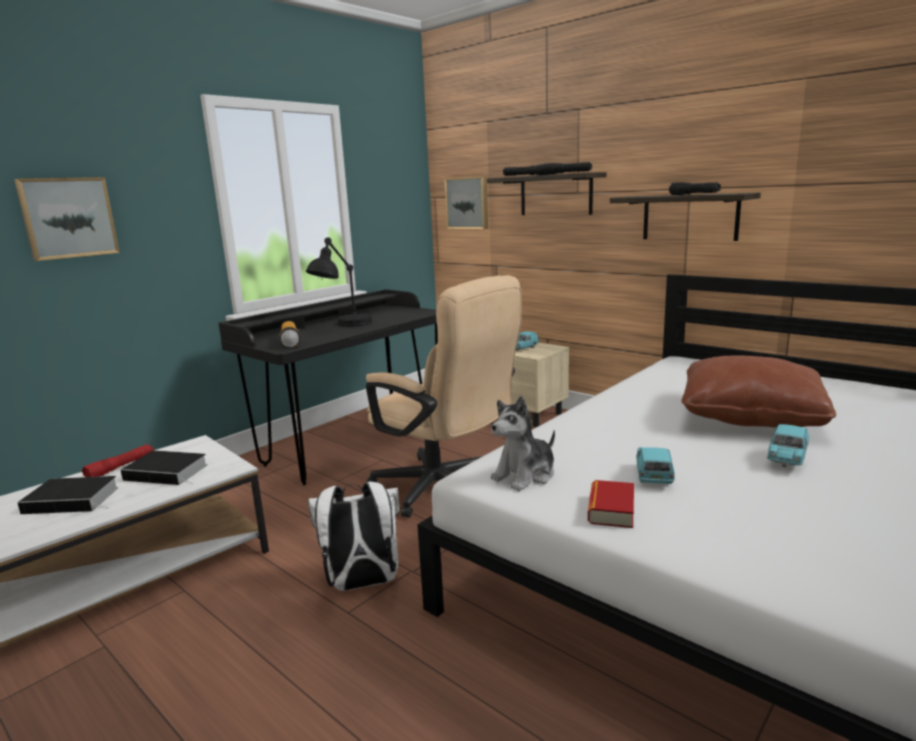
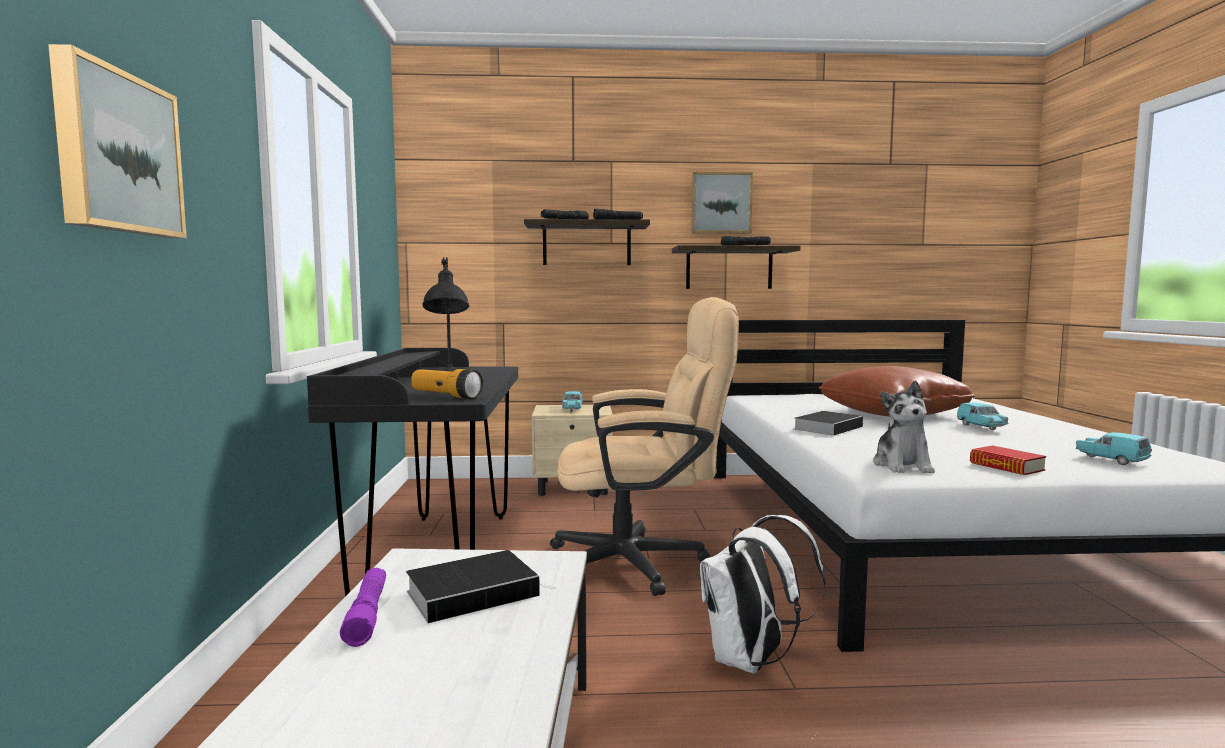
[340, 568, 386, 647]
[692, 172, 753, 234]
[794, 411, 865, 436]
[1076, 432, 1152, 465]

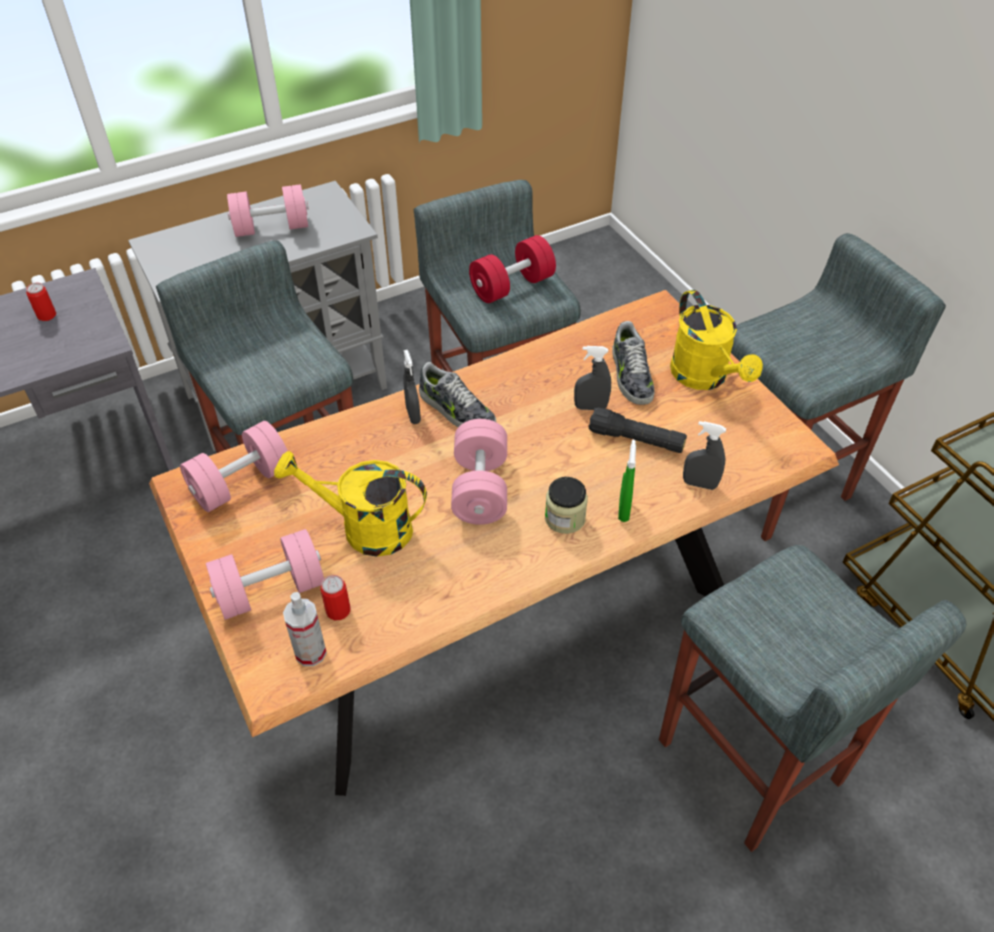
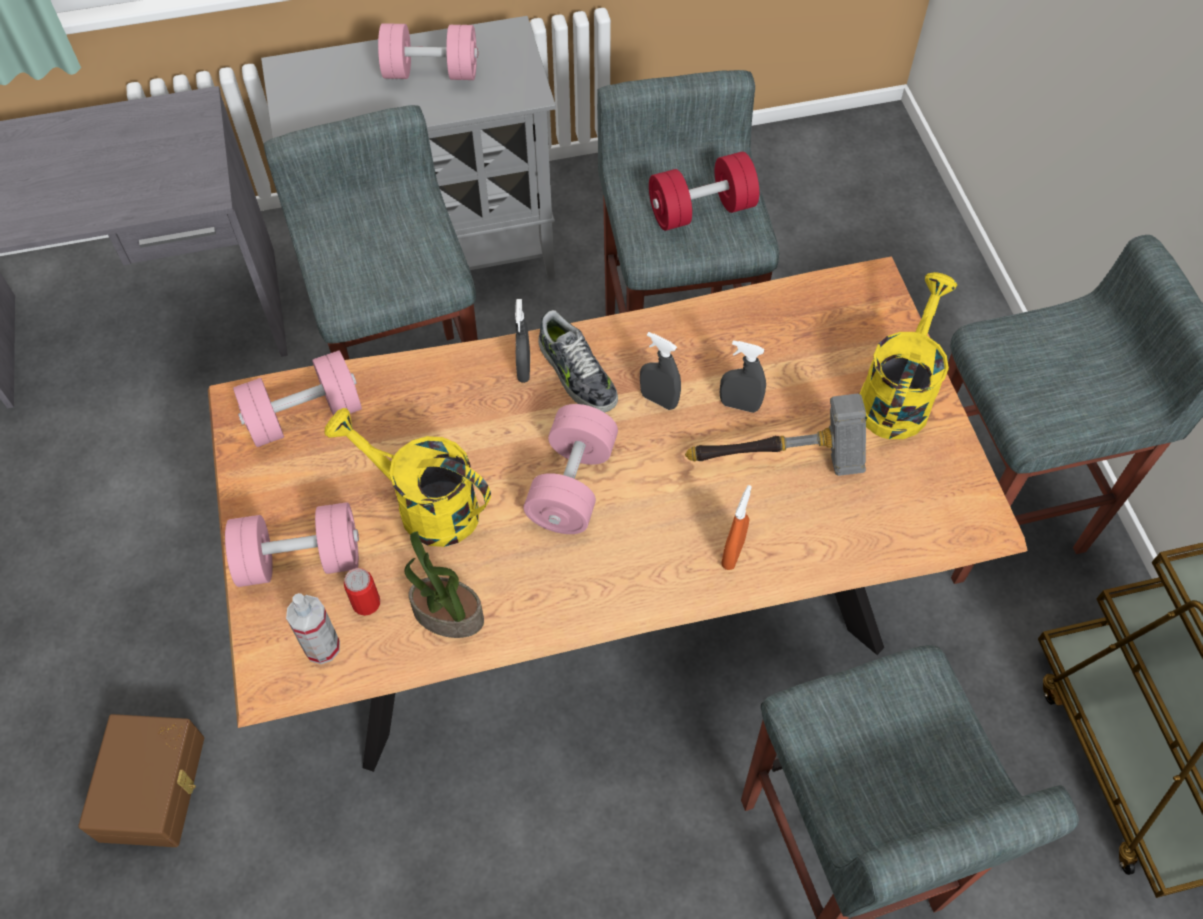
[78, 714, 204, 847]
[404, 531, 484, 638]
[640, 332, 681, 410]
[685, 393, 866, 476]
[721, 485, 752, 570]
[860, 272, 957, 439]
[26, 283, 56, 321] (first image)
[545, 477, 588, 534] (first image)
[612, 321, 654, 405] (first image)

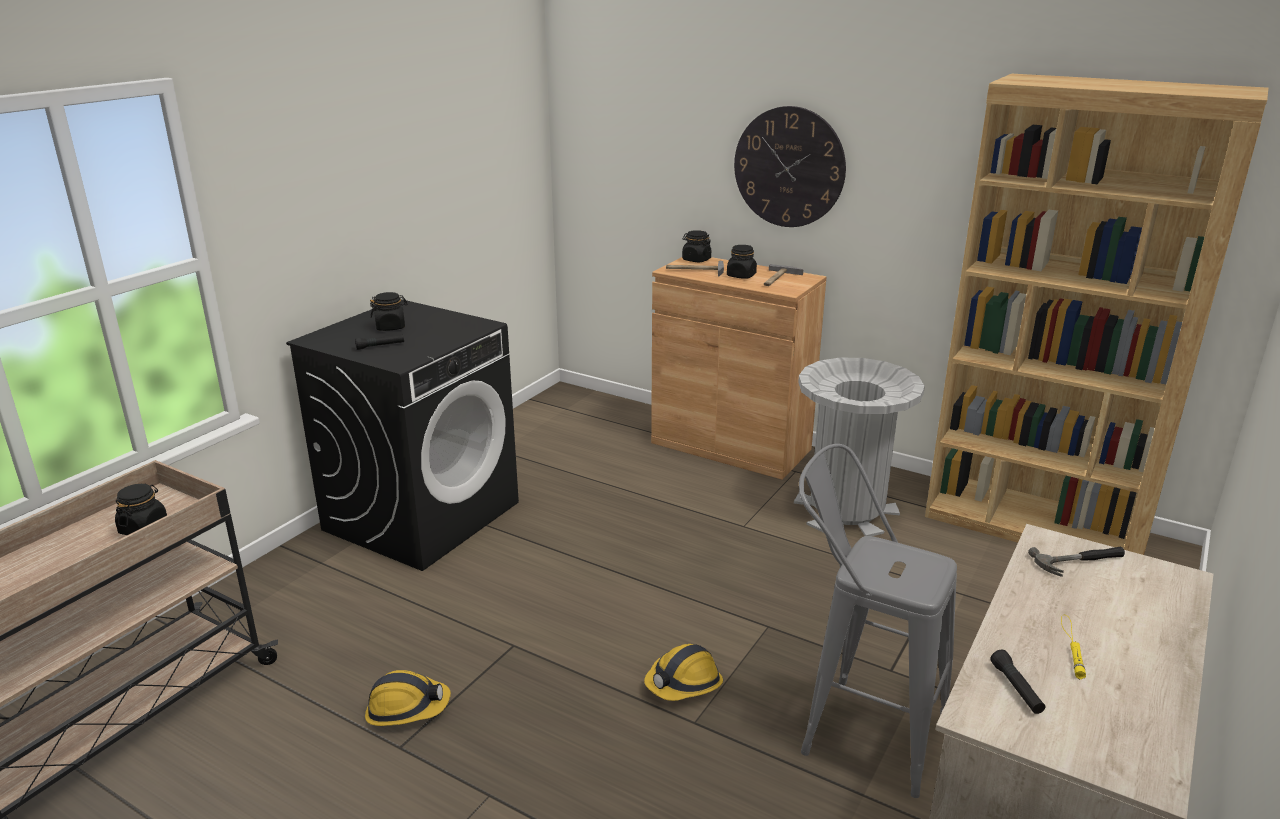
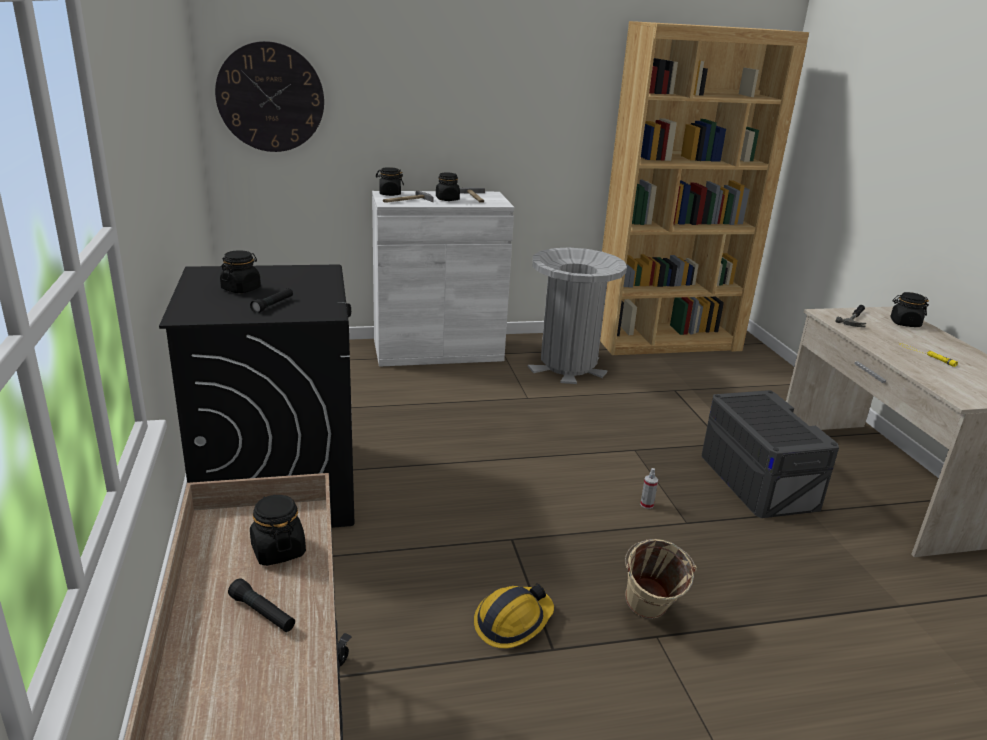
[215, 41, 324, 152]
[228, 578, 295, 632]
[372, 191, 514, 367]
[625, 539, 697, 619]
[640, 468, 658, 509]
[701, 390, 839, 518]
[890, 292, 929, 327]

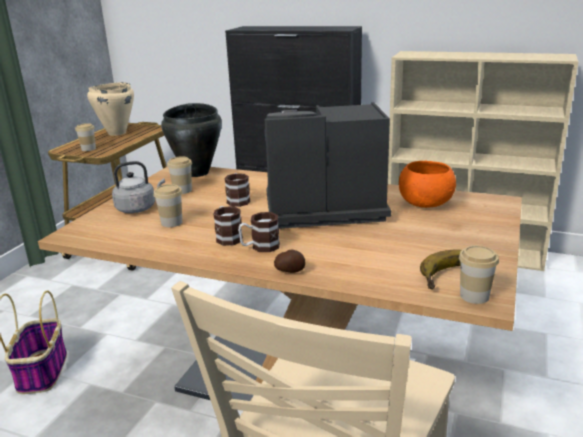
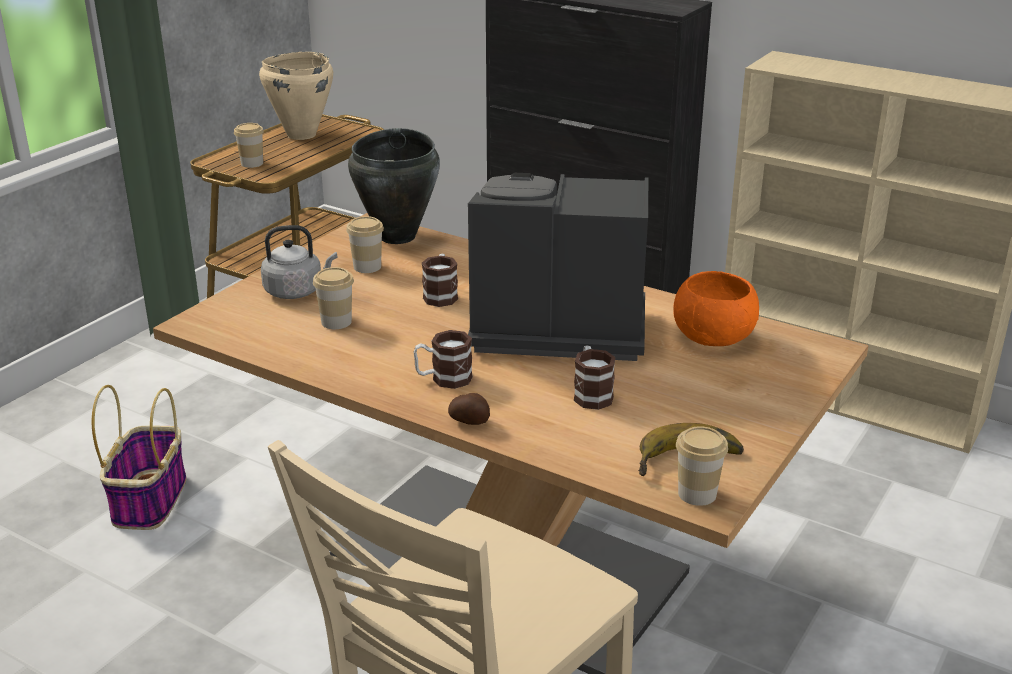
[574, 345, 616, 410]

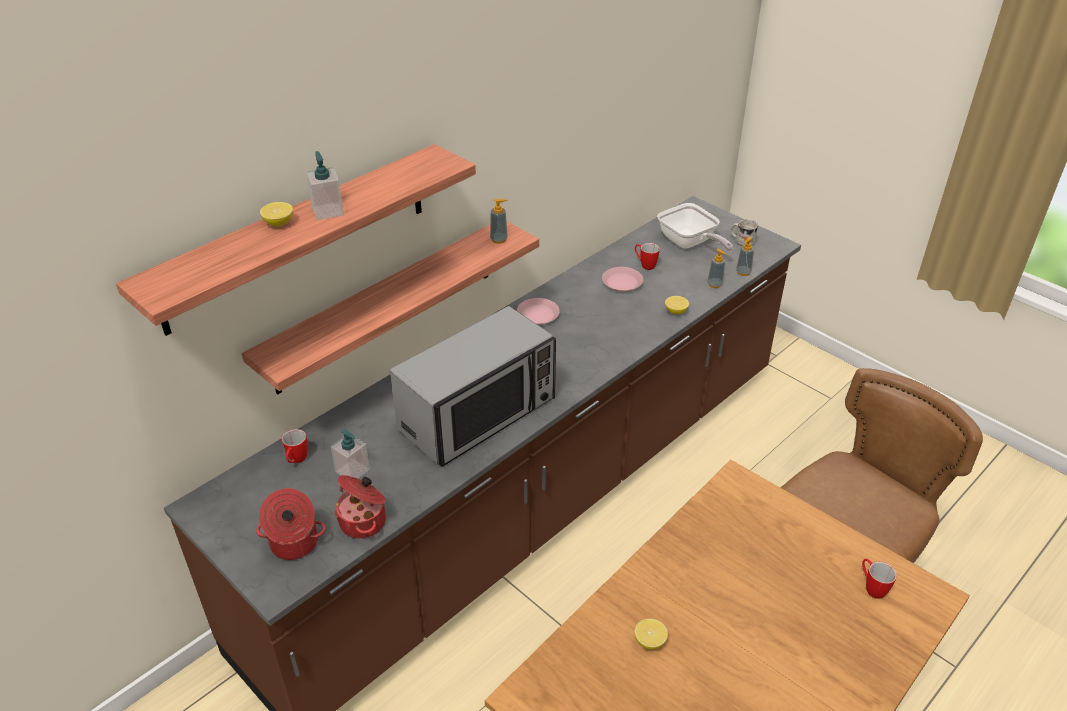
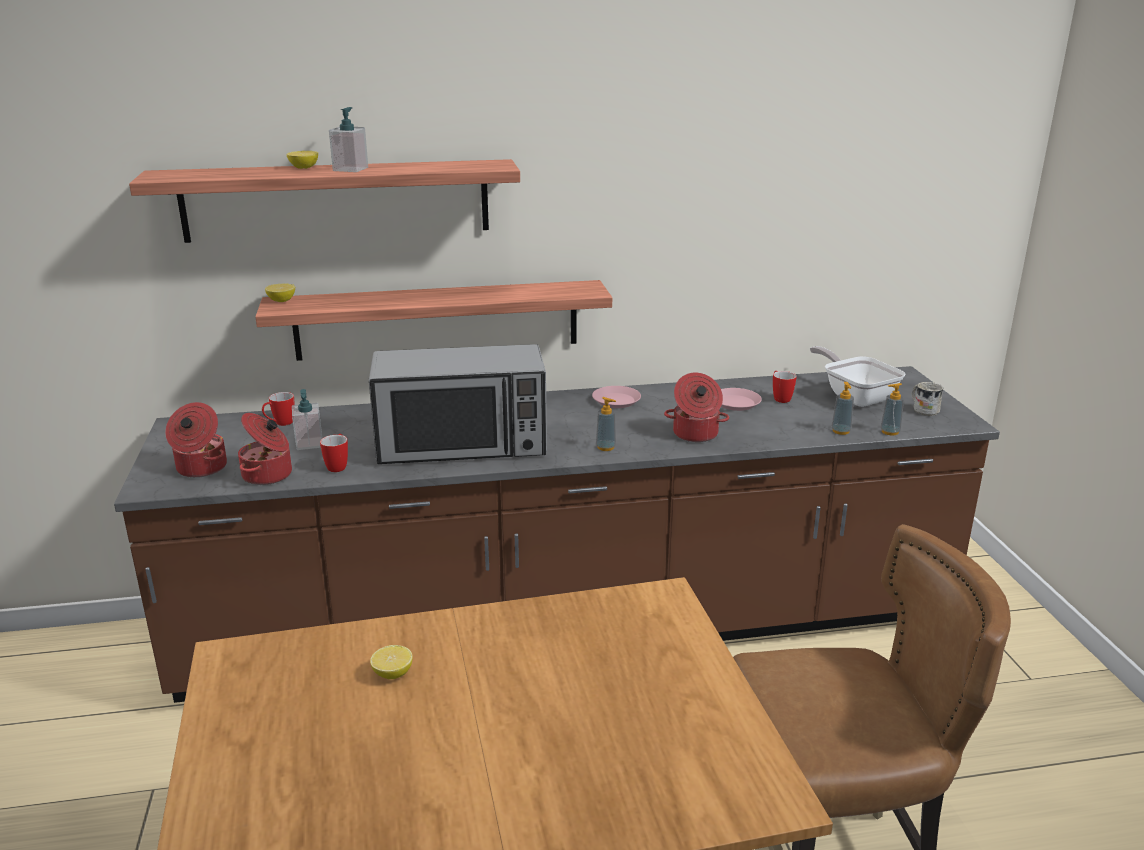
[265, 284, 295, 302]
[320, 434, 348, 472]
[596, 397, 616, 451]
[664, 373, 729, 442]
[810, 346, 906, 407]

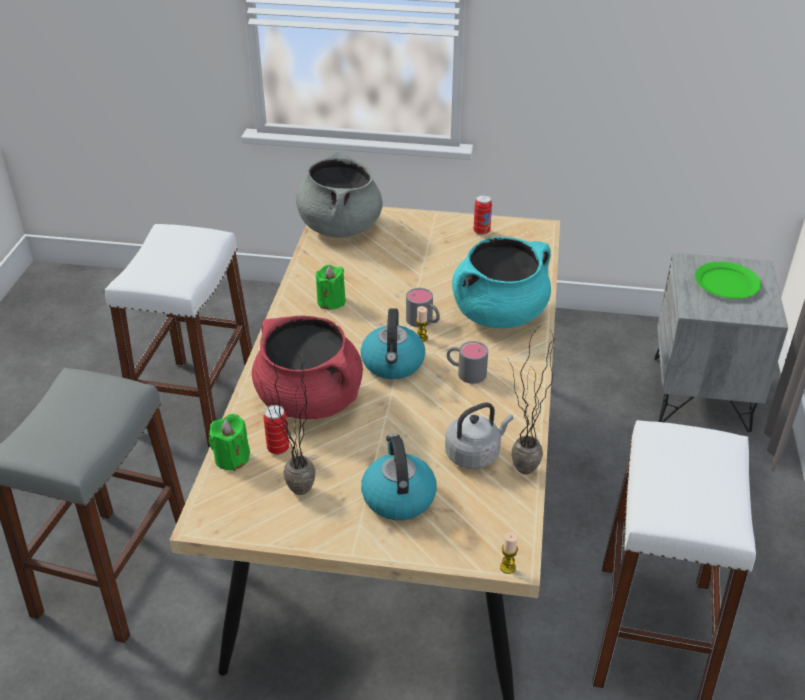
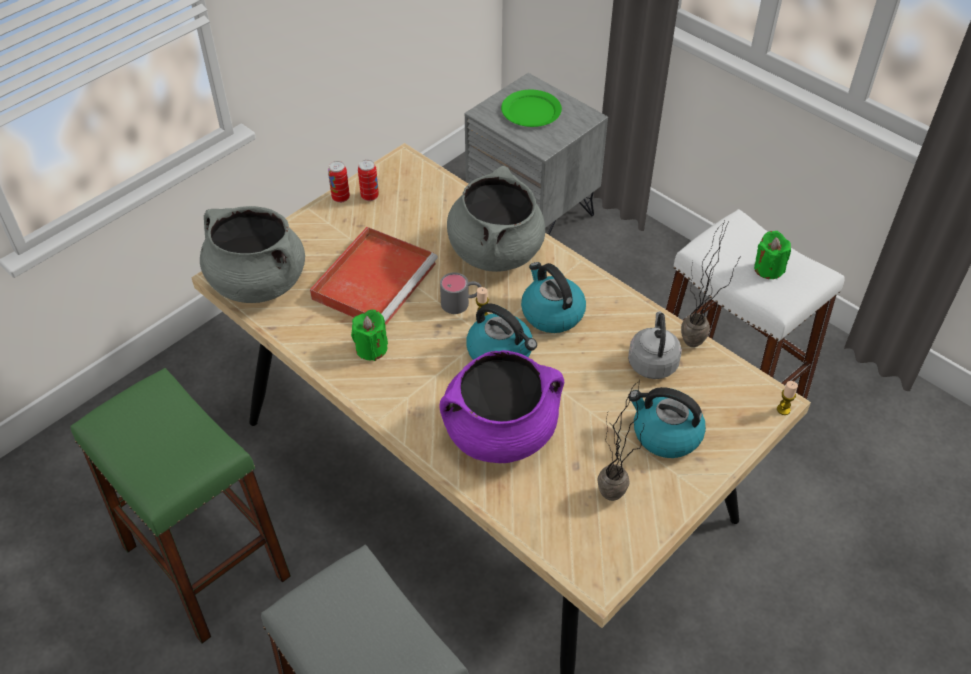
[70, 368, 291, 643]
[310, 227, 438, 326]
[328, 161, 350, 203]
[439, 350, 564, 463]
[447, 166, 545, 272]
[521, 262, 586, 333]
[754, 231, 791, 279]

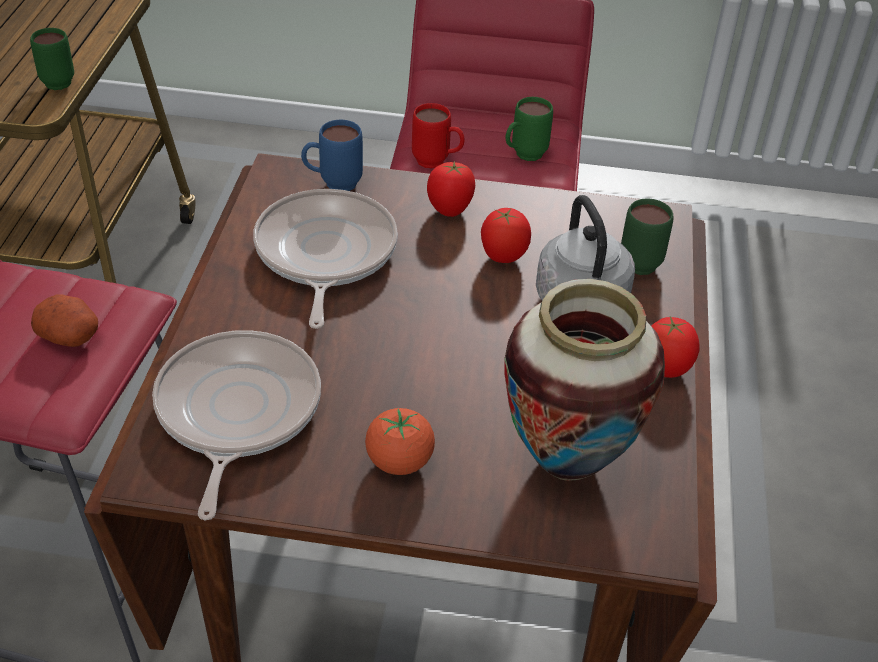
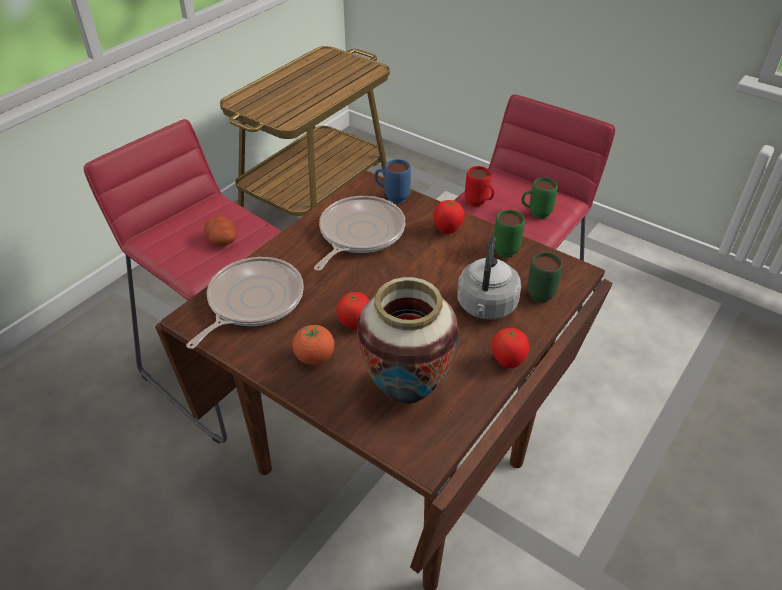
[336, 292, 369, 330]
[494, 210, 525, 258]

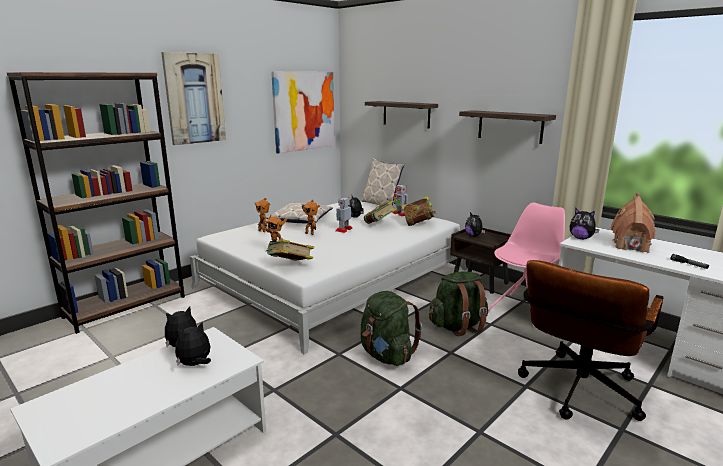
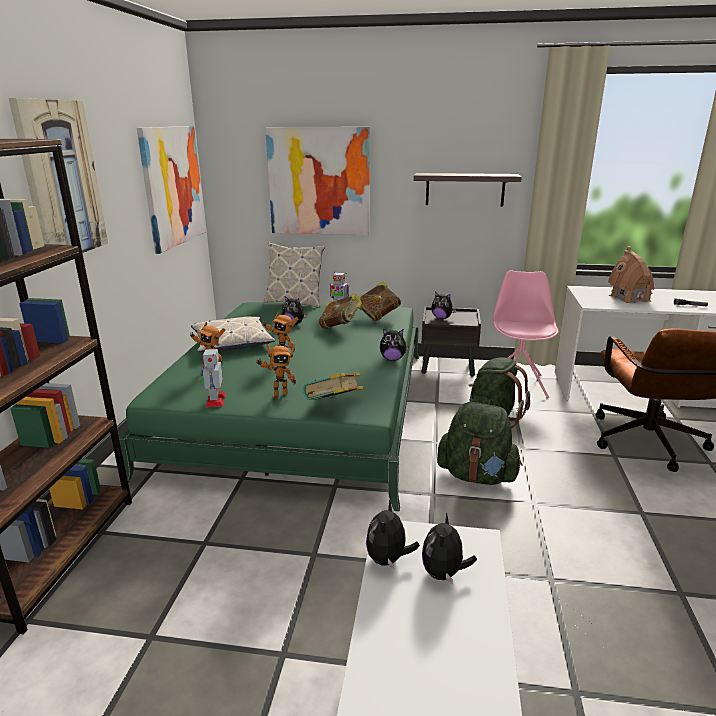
[119, 302, 419, 511]
[202, 347, 226, 407]
[265, 127, 370, 235]
[380, 328, 409, 361]

